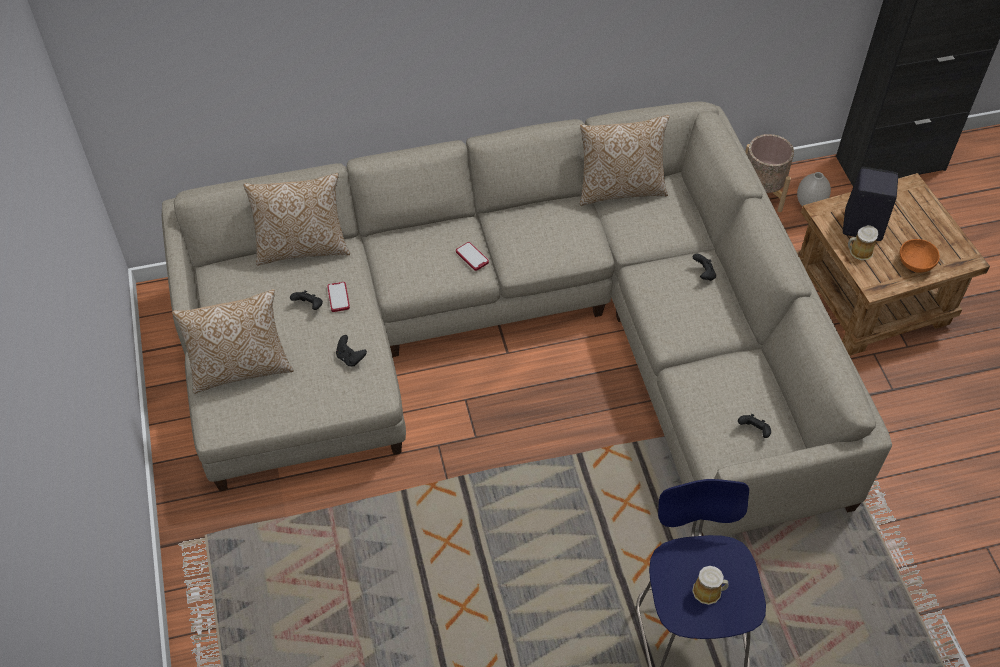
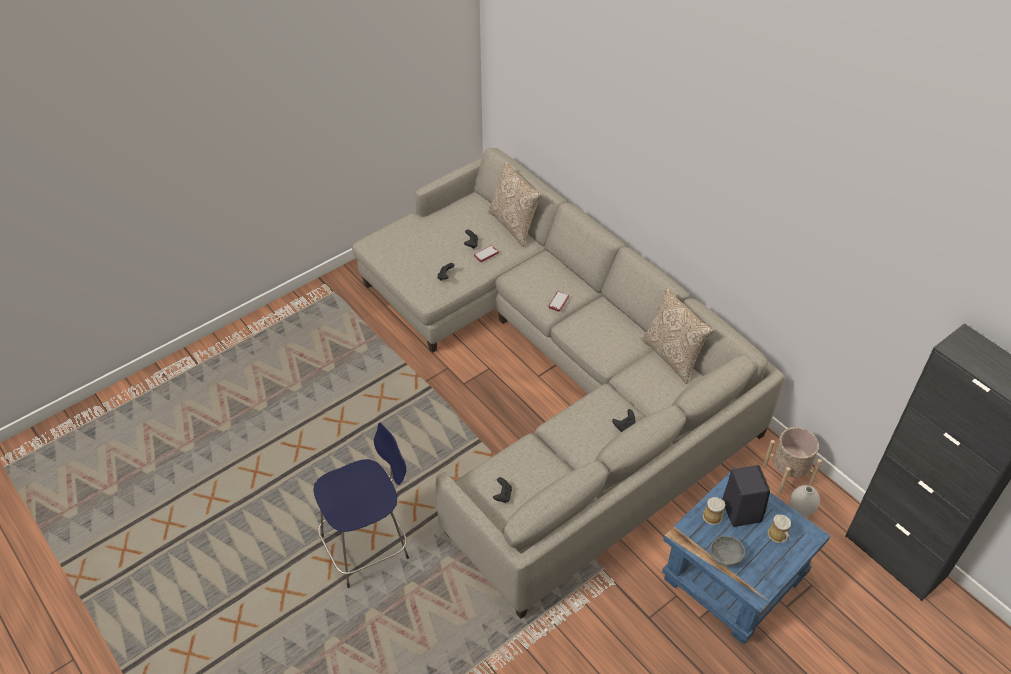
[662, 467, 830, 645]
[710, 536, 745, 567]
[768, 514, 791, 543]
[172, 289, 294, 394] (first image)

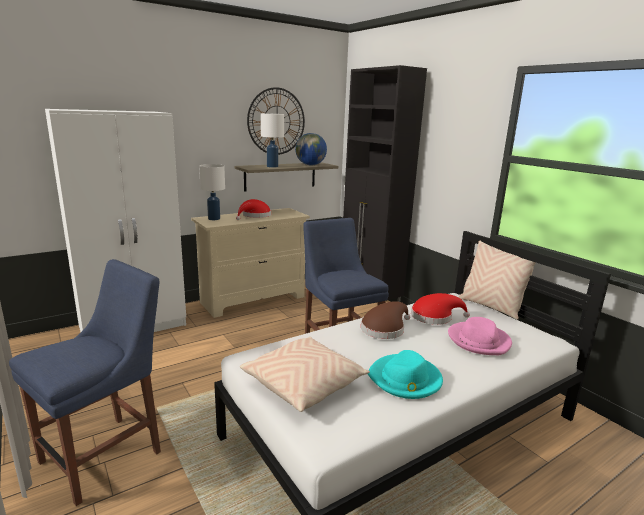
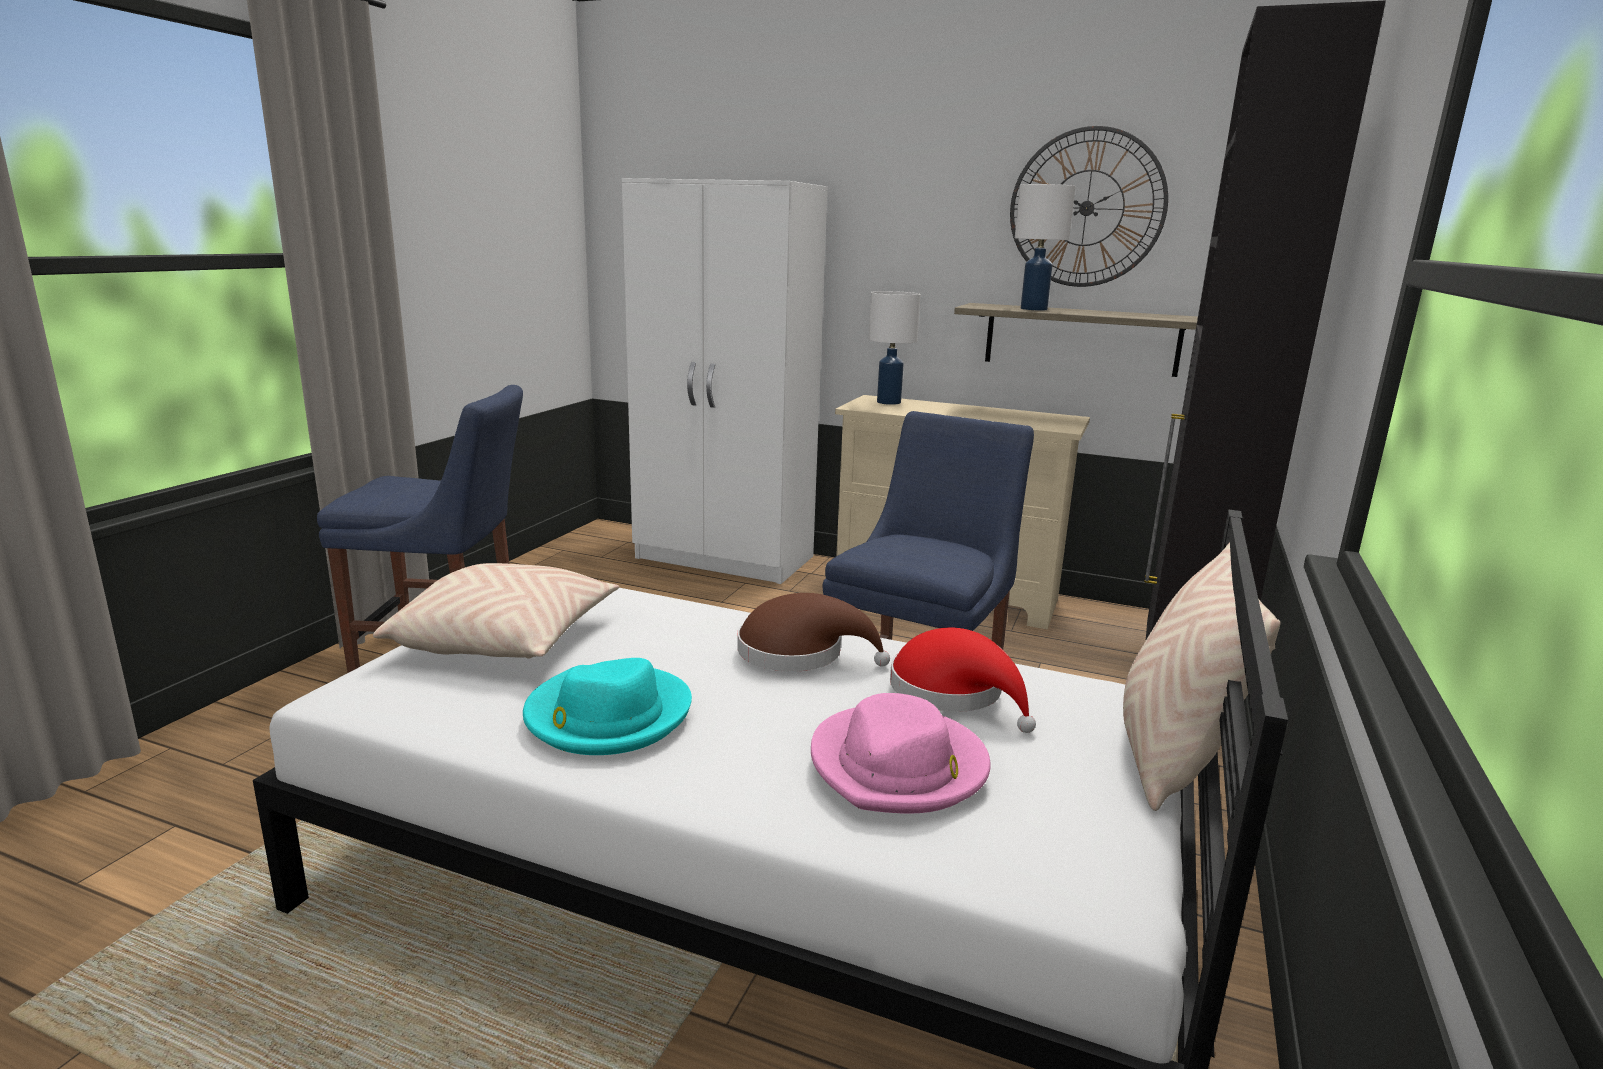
[236, 199, 271, 220] (first image)
[295, 133, 327, 165] (first image)

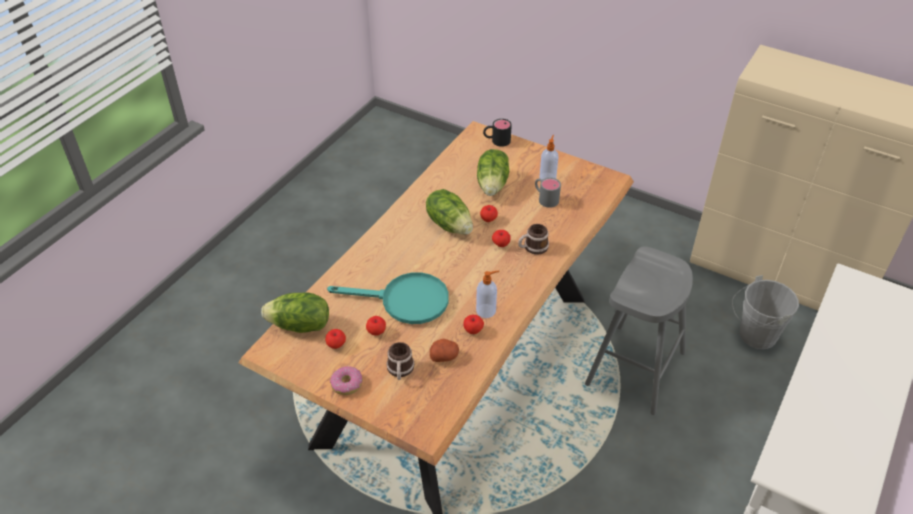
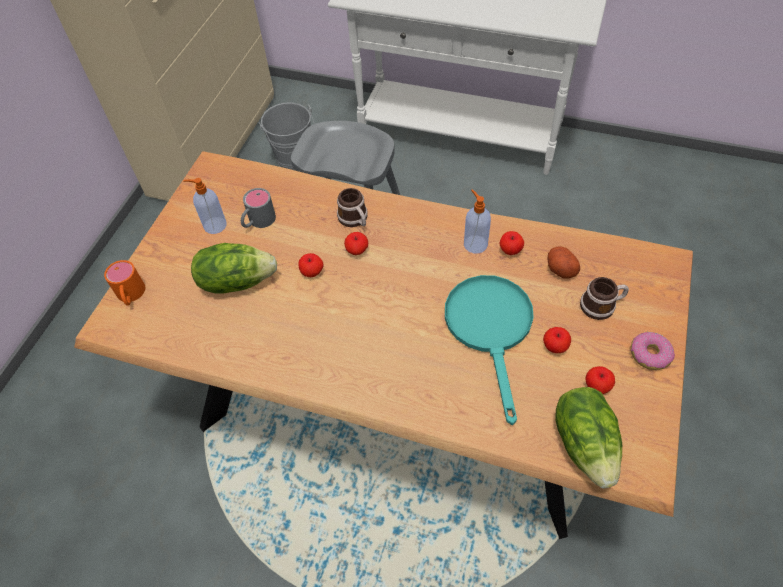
[104, 260, 145, 306]
[426, 189, 473, 235] (first image)

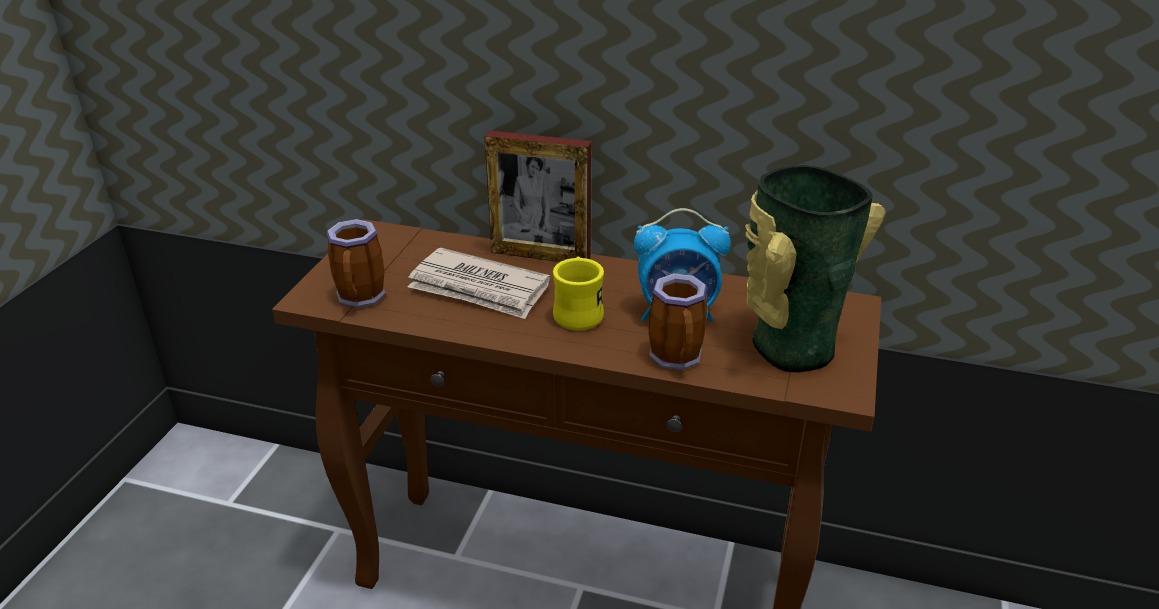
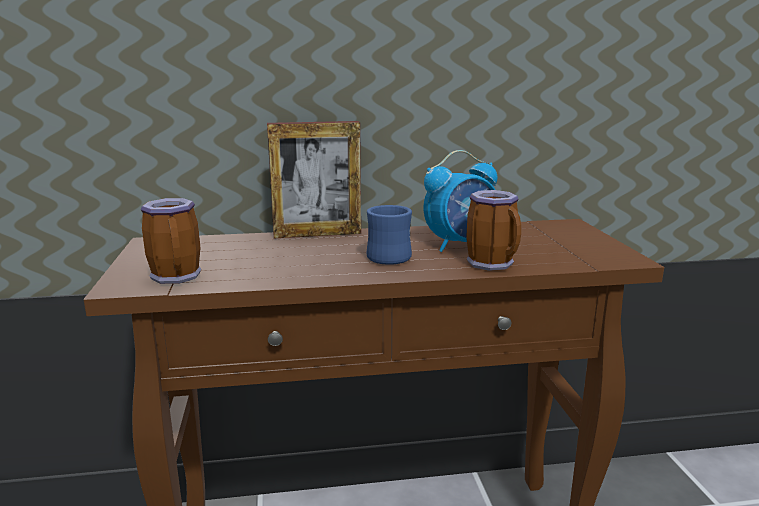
[367, 205, 412, 265]
[408, 248, 550, 319] (first image)
[746, 165, 886, 372] (first image)

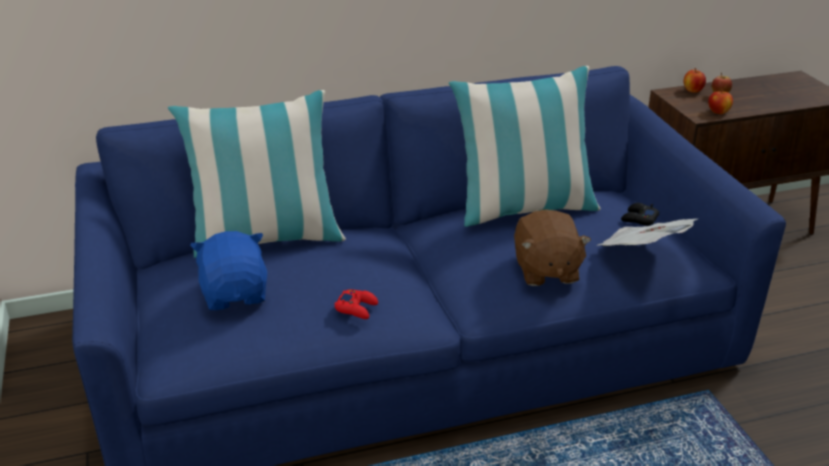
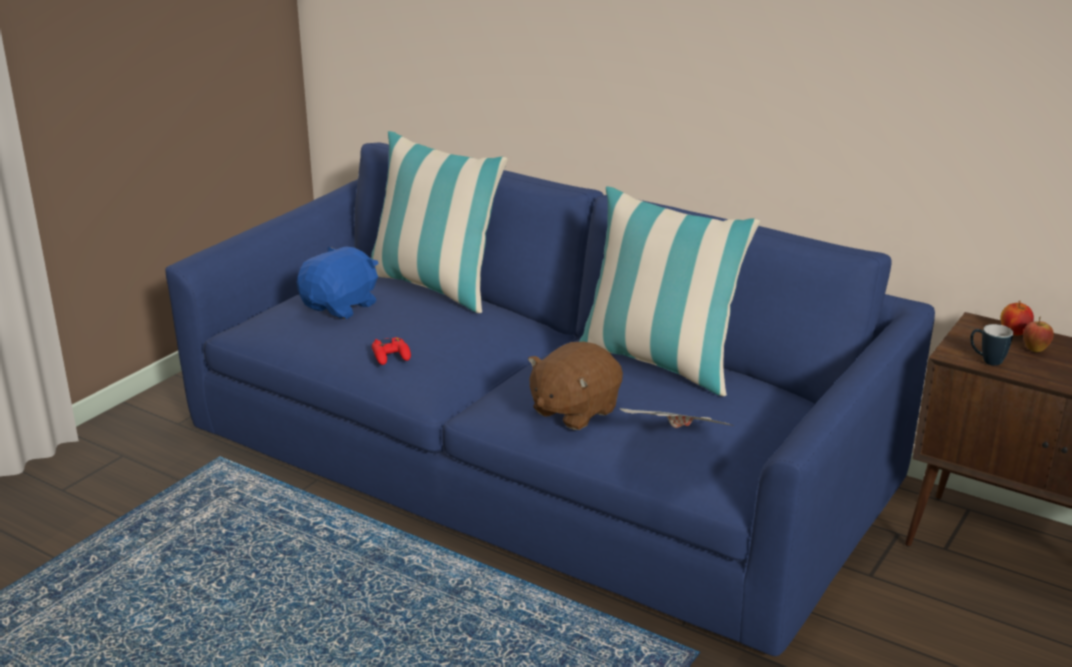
[970, 324, 1013, 366]
[621, 203, 660, 226] (first image)

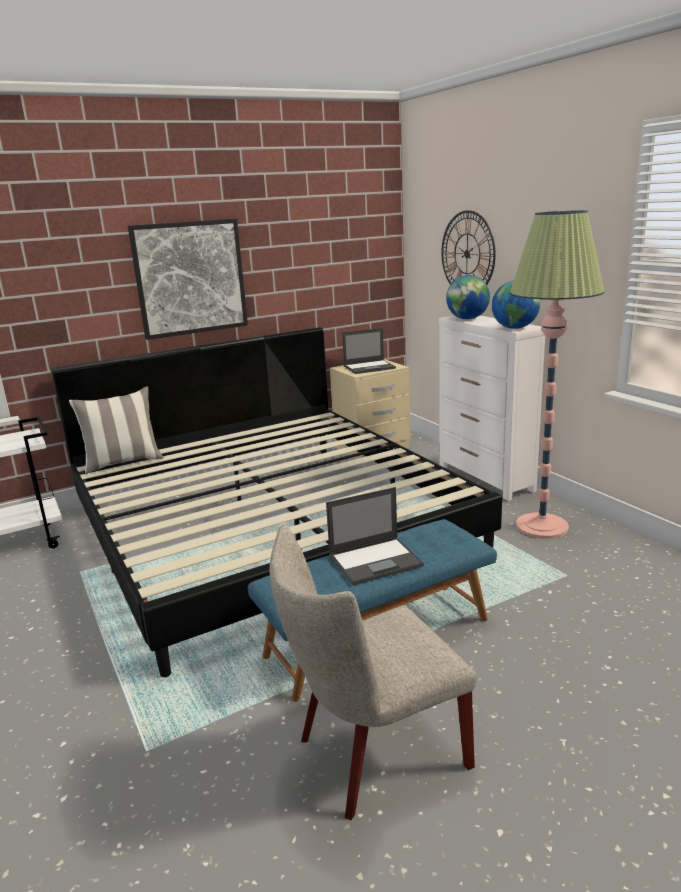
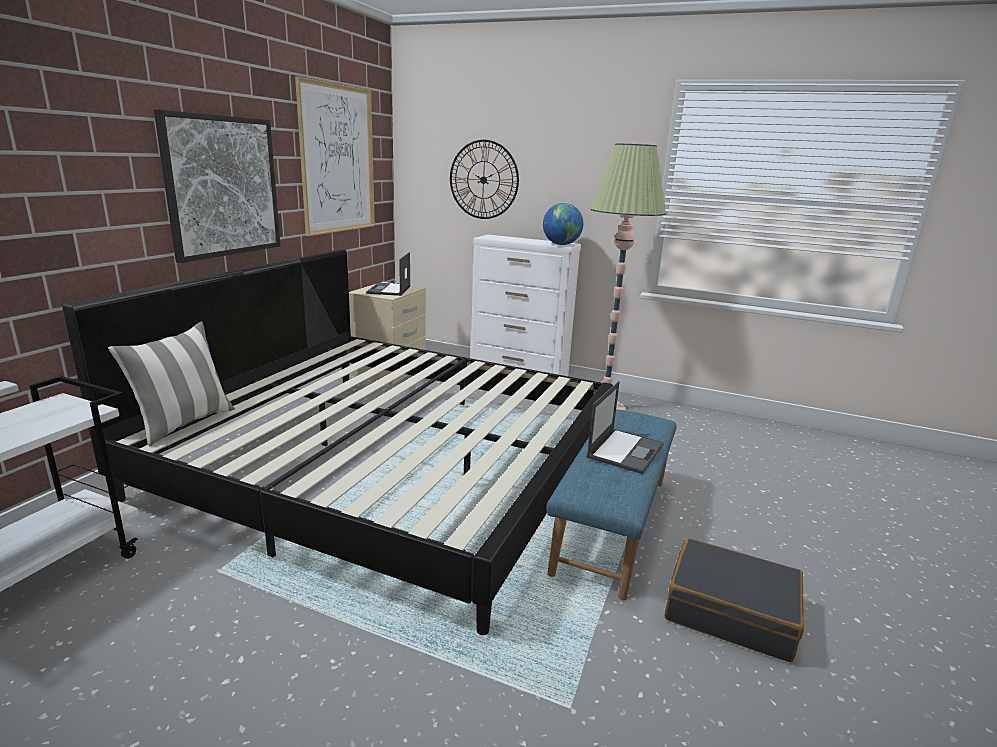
[295, 76, 375, 236]
[366, 252, 411, 296]
[665, 538, 804, 662]
[446, 275, 490, 319] (first image)

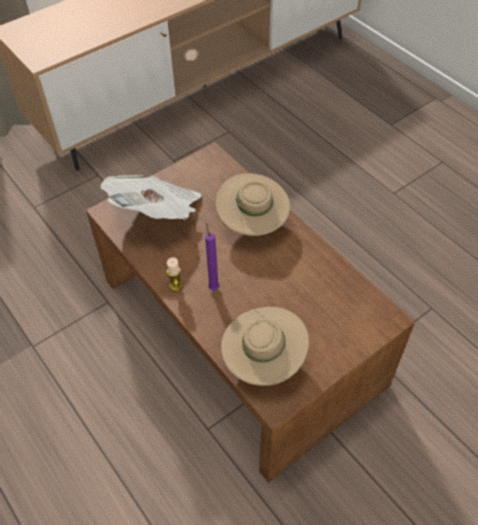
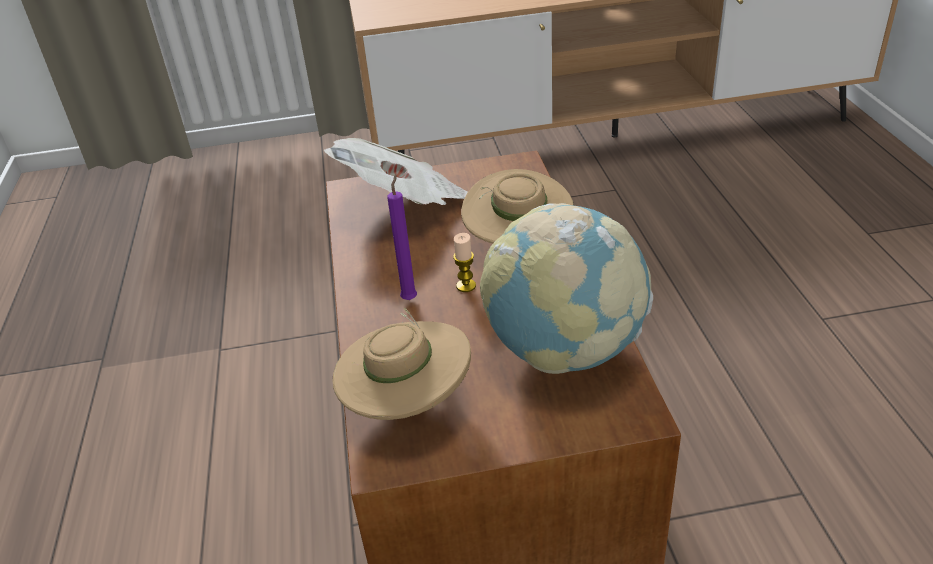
[453, 233, 476, 292]
[480, 203, 653, 374]

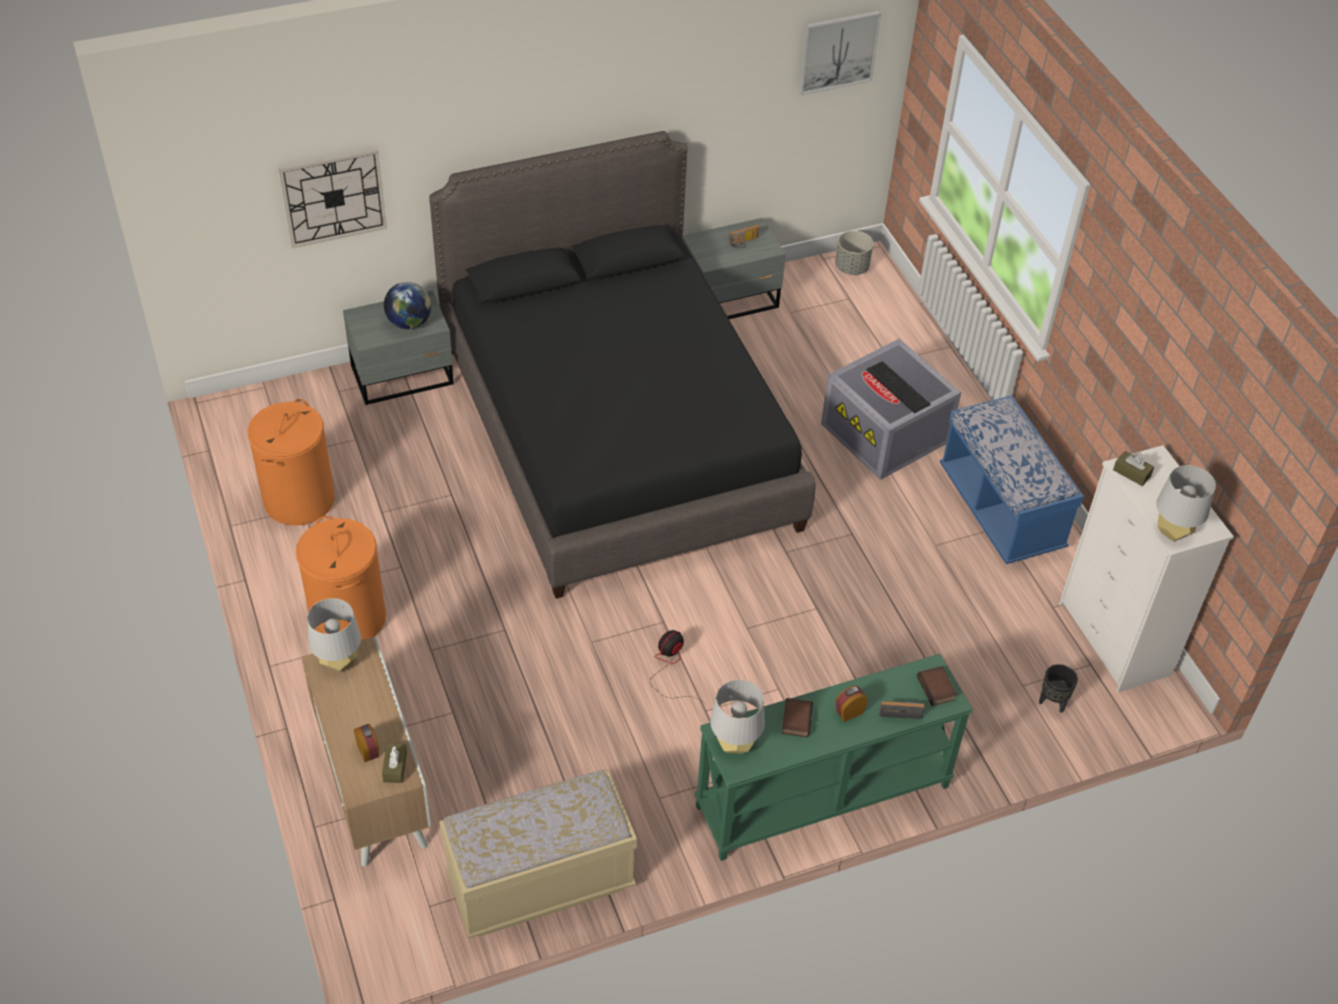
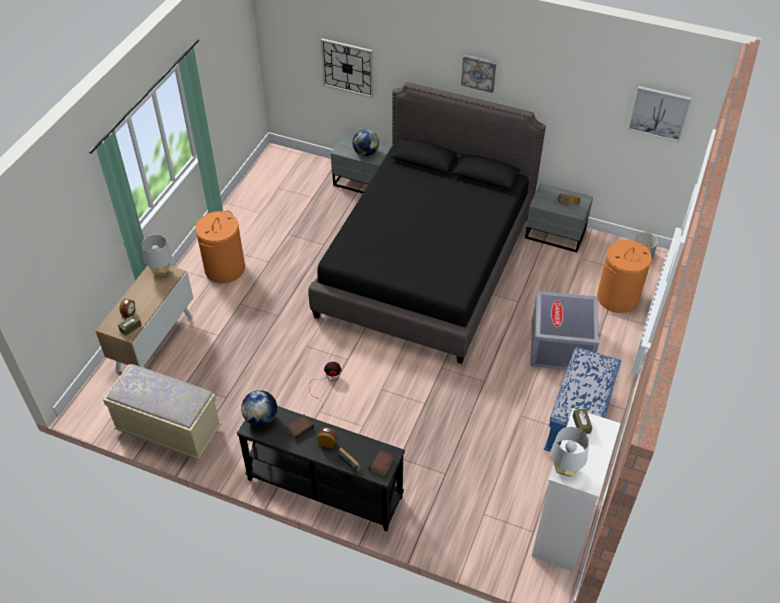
[237, 406, 405, 531]
[241, 390, 277, 426]
[461, 55, 497, 93]
[597, 240, 652, 313]
[866, 361, 931, 413] (first image)
[1039, 664, 1078, 713] (first image)

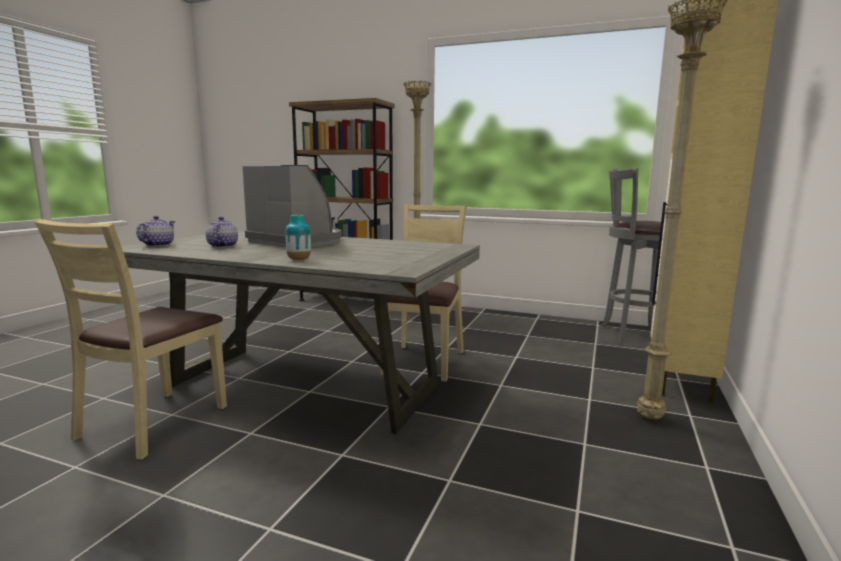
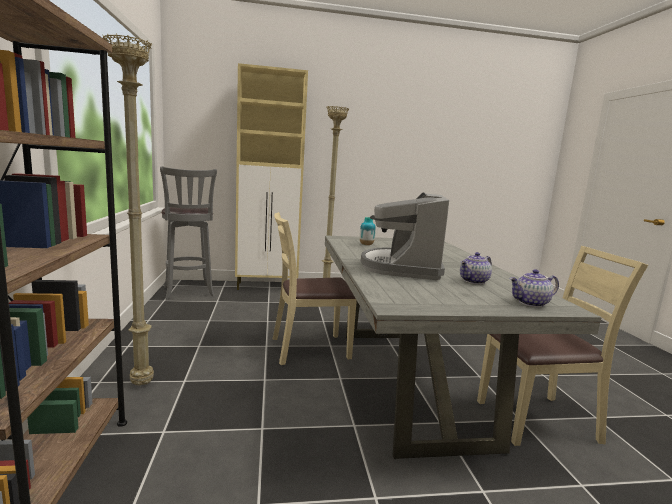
[360, 217, 376, 245]

